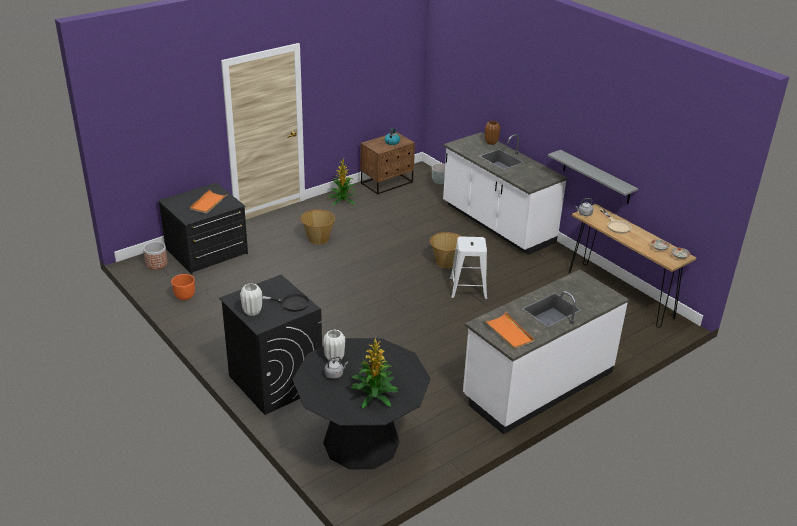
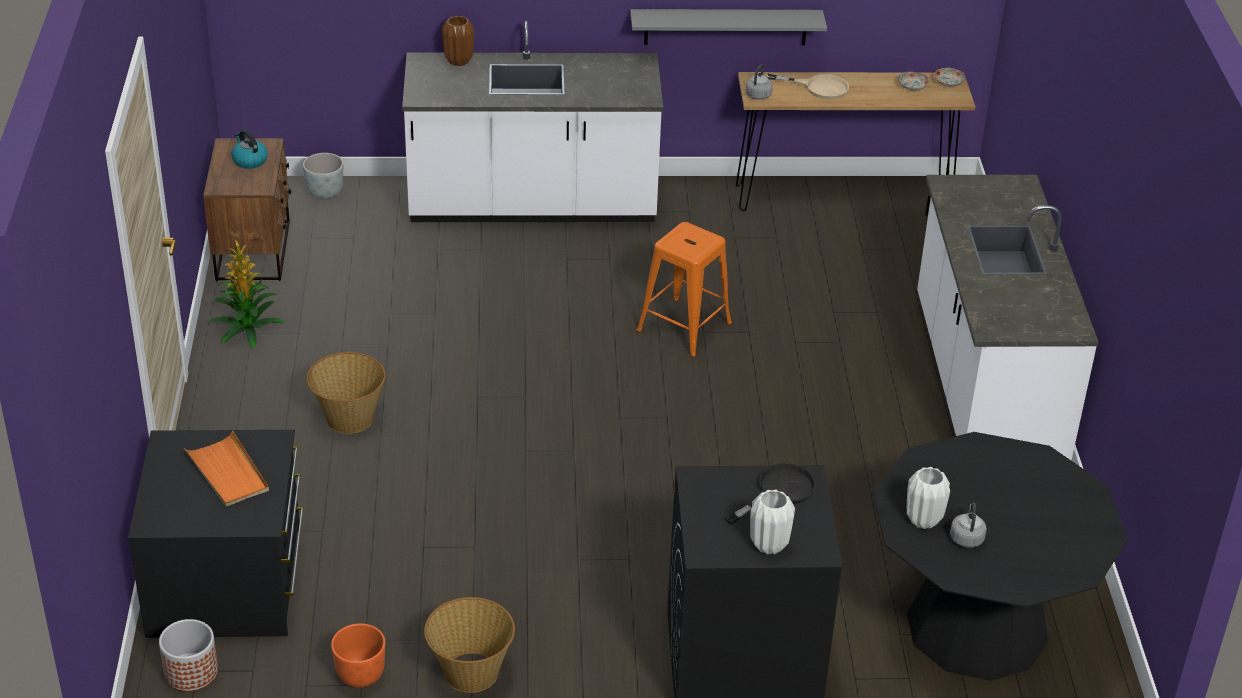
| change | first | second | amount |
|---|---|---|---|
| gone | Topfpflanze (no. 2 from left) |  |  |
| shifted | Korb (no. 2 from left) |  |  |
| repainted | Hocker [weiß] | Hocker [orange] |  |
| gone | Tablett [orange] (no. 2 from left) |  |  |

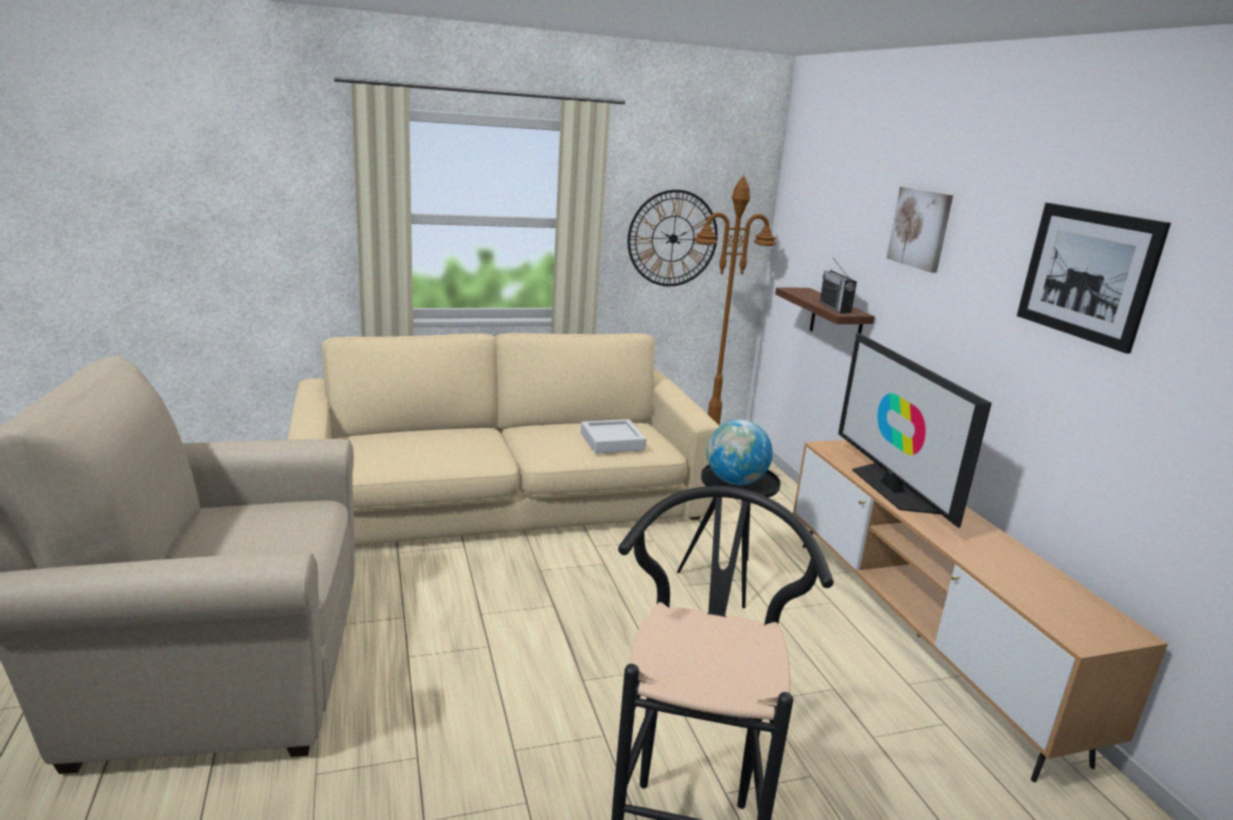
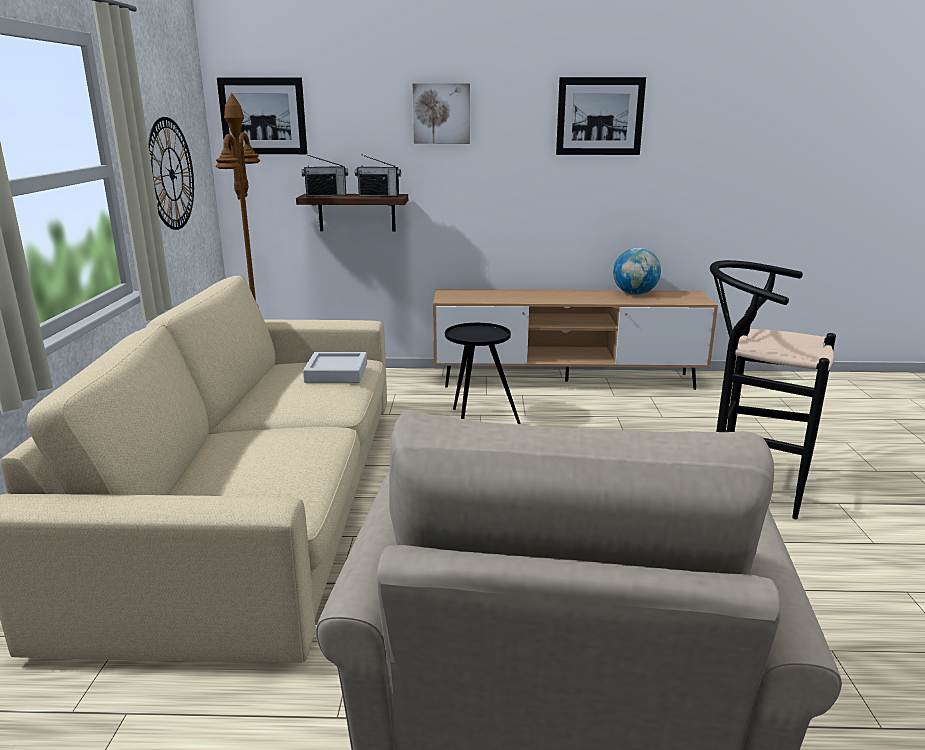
| change | first | second | amount |
|---|---|---|---|
| shifted | Globus |  |  |
| gone | Fernseher |  |  |
| new |  | Bild (no. 1 from left) |  |
| new |  | Radio (no. 1 from left) |  |

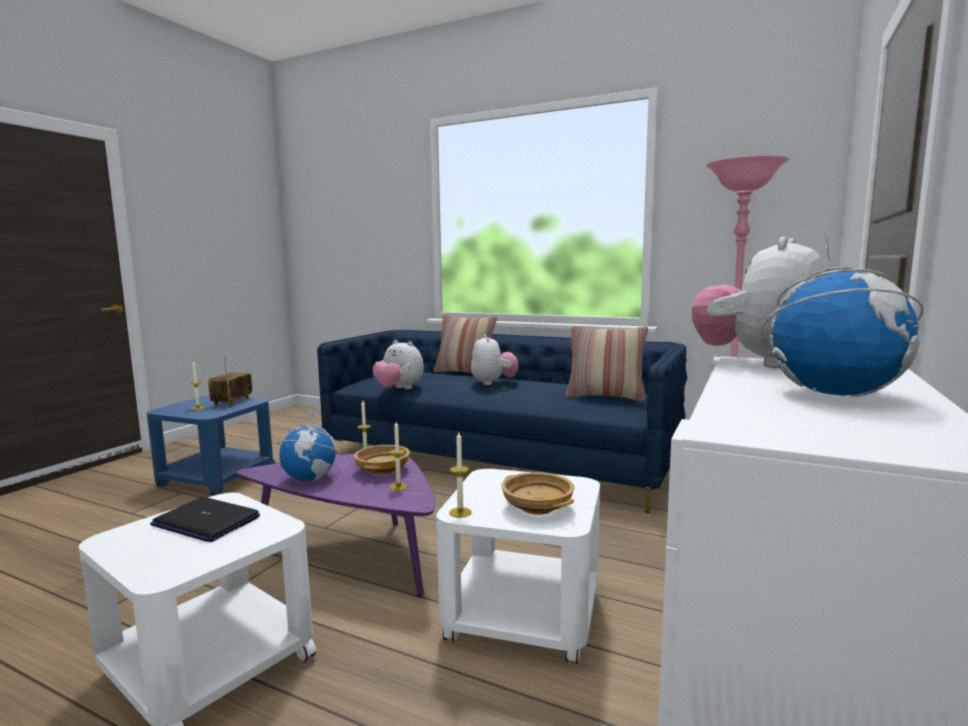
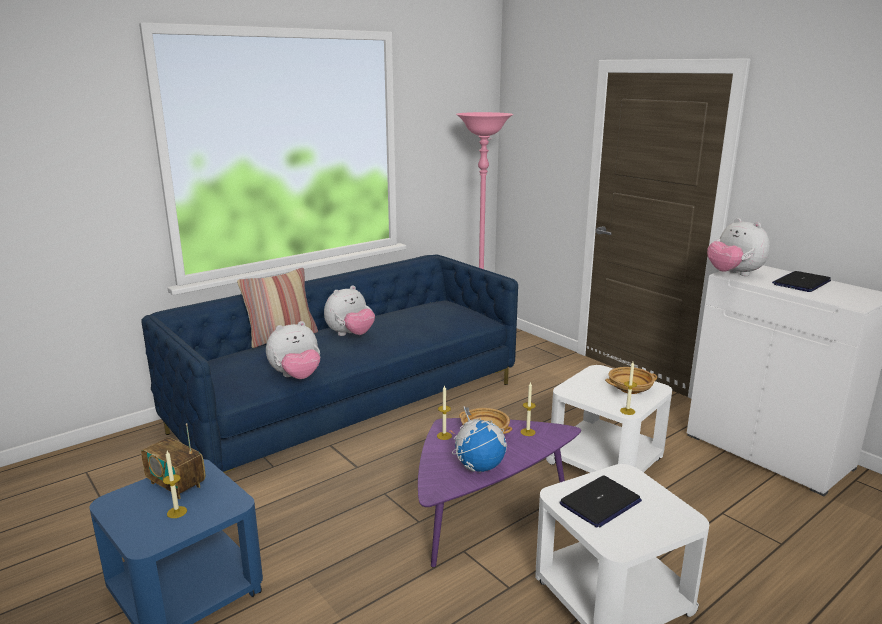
| change | first | second | amount |
|---|---|---|---|
| rotated | Plüschtier (no. 2 from left) |  | 120 degrees clockwise |
| gone | Kissen (no. 2 from left) |  |  |
| swapped | Globus (no. 2 from left) | Laptop (no. 2 from left) |  |

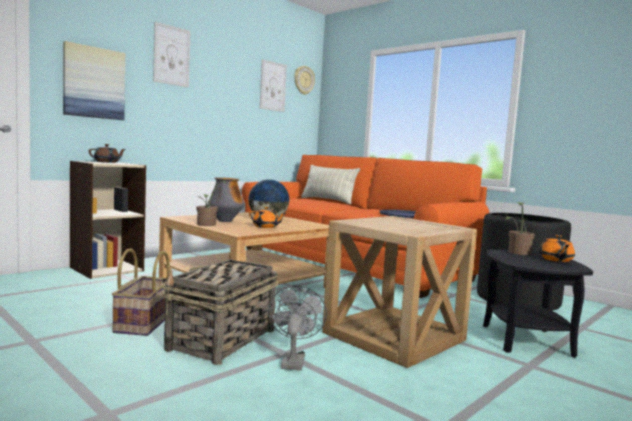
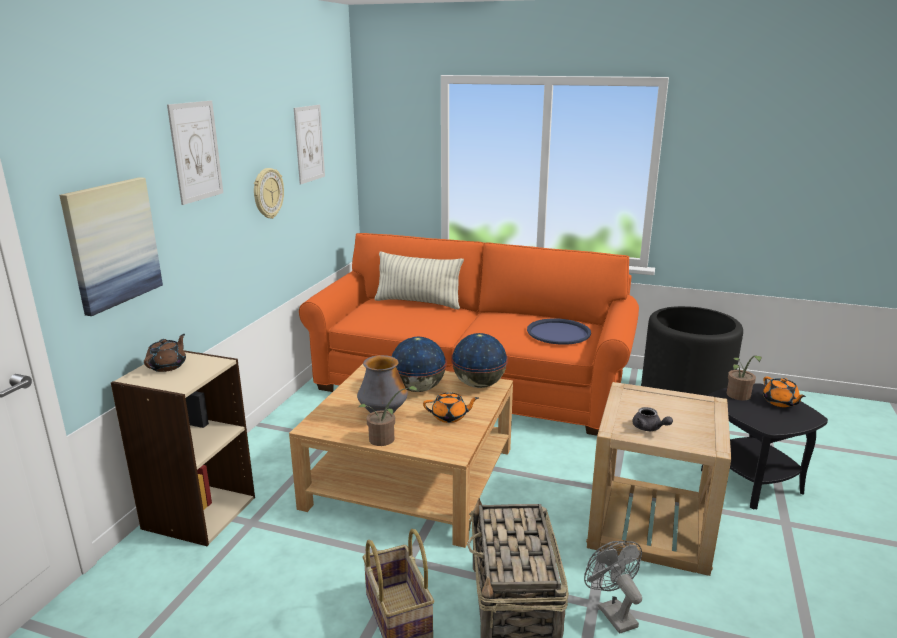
| change | first | second | amount |
|---|---|---|---|
| shifted | Wanduhr |  |  |
| new |  | Globus (no. 2 from left) |  |
| new |  | Teekanne [grau] |  |

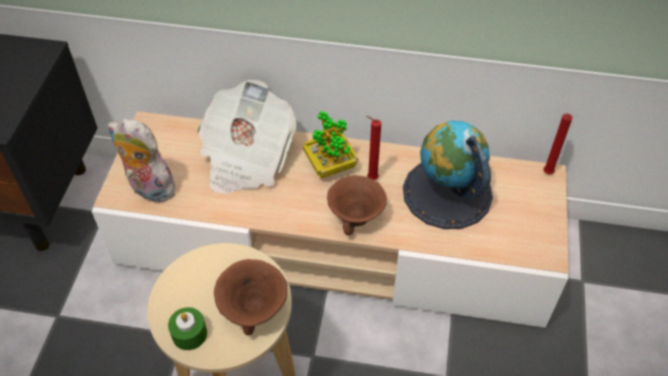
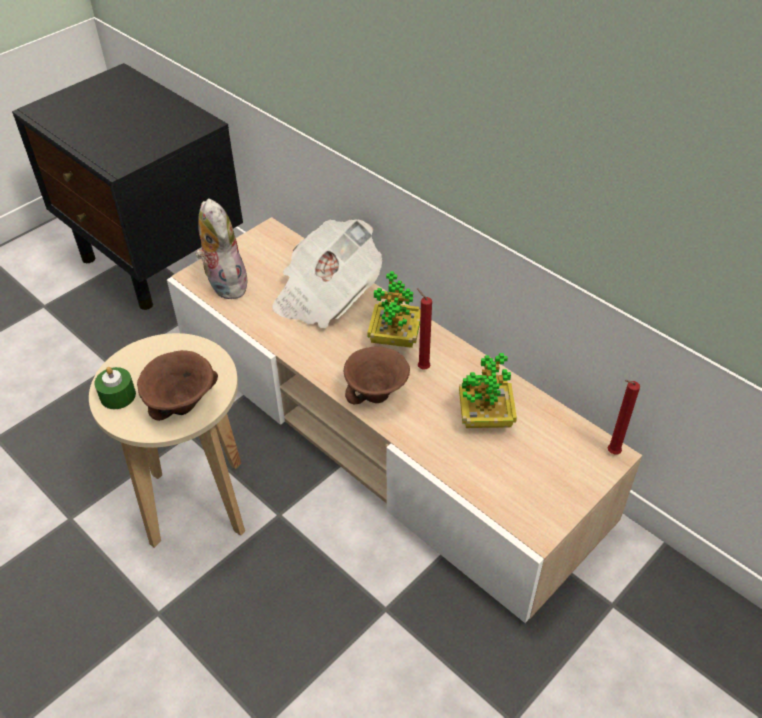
| change | first | second | amount |
|---|---|---|---|
| swapped | Globus | Topfpflanze (no. 2 from left) |  |

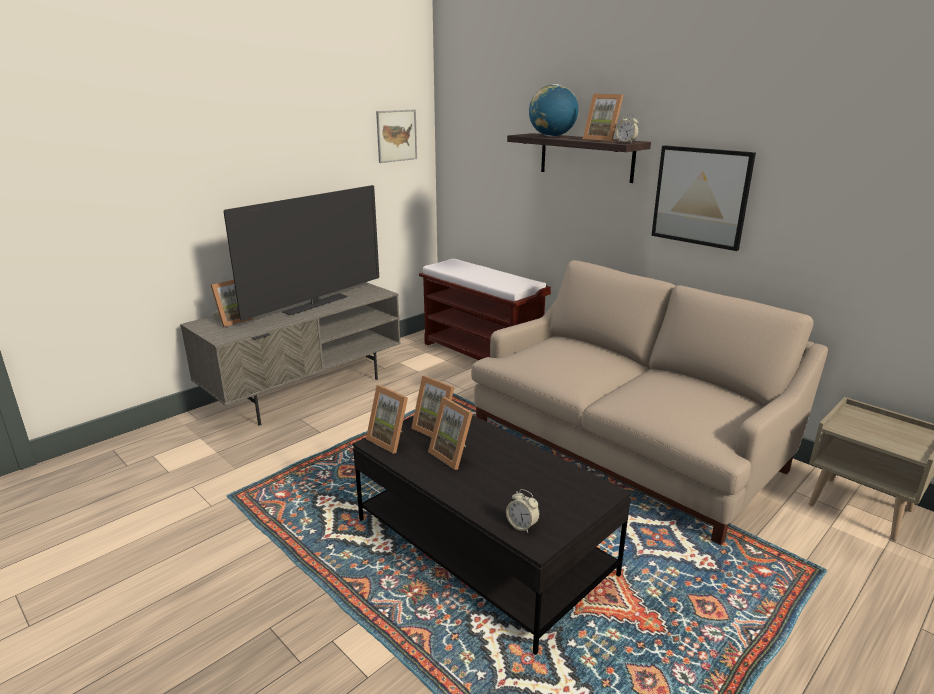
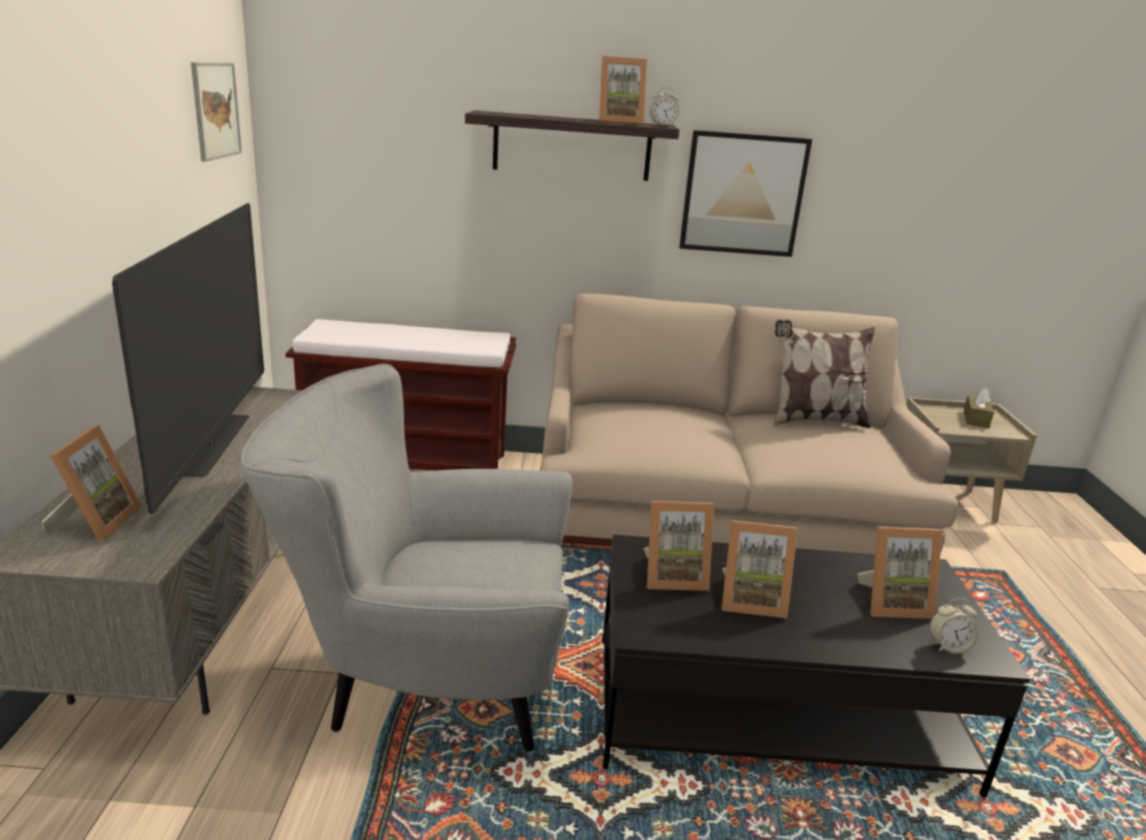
| change | first | second | amount |
|---|---|---|---|
| shifted | Bilderrahmen (no. 2 from left in the first image) | Bilderrahmen (no. 5 from left) |  |
| gone | Globus |  |  |
| new |  | Sessel [grau] |  |
| new |  | Kissen |  |
| new |  | Taschentuchbox [braun] |  |

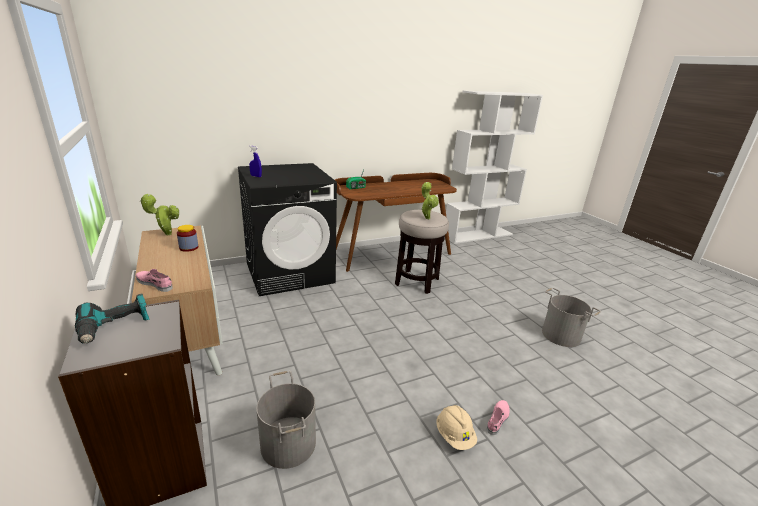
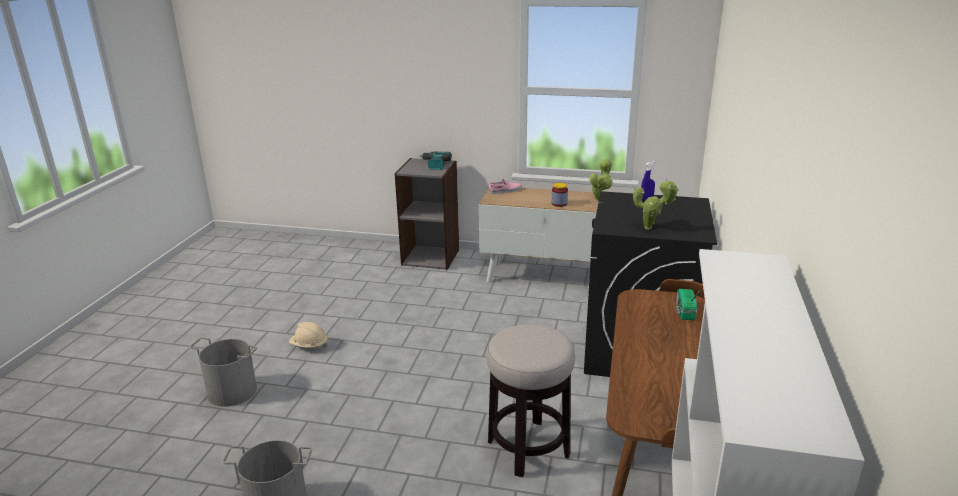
| change | first | second | amount |
|---|---|---|---|
| shifted | Eimer [grau] (no. 1 from left) |  |  |
| shifted | Topfpflanze (no. 2 from left) |  |  |
| gone | Schuh [rosa] (no. 2 from left) |  |  |

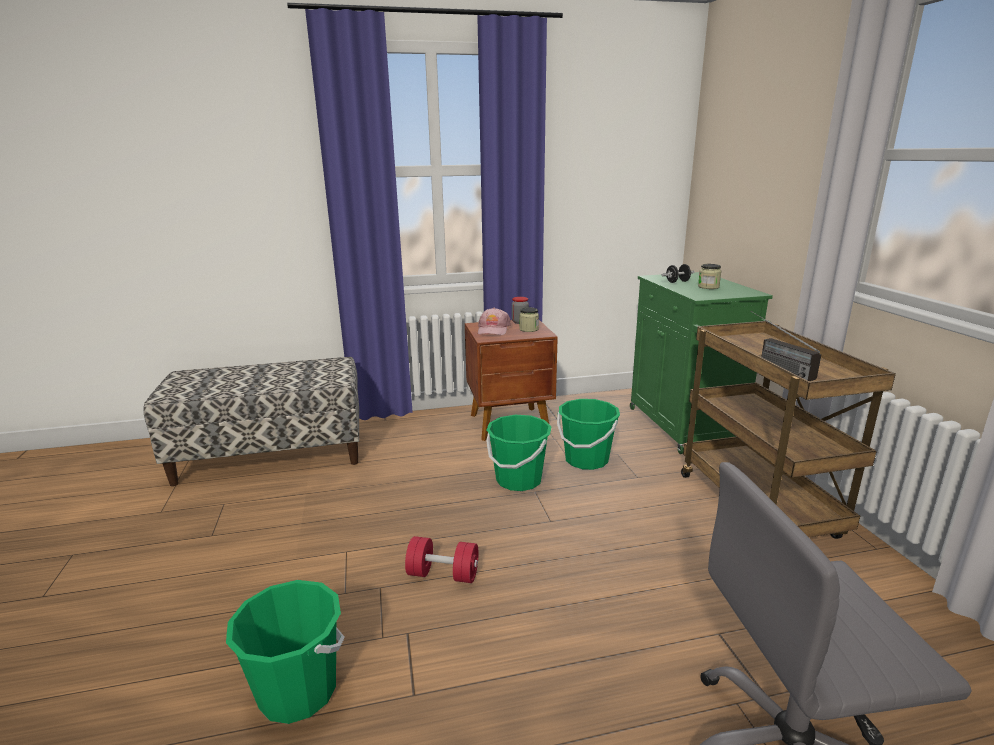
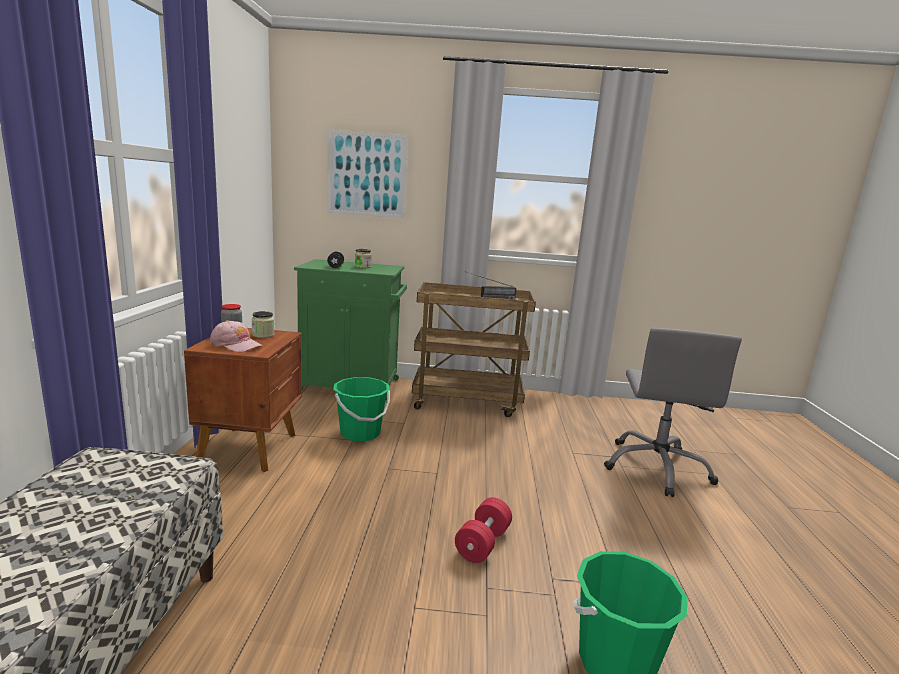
| change | first | second | amount |
|---|---|---|---|
| gone | Eimer [grün] (no. 2 from left) |  |  |
| new |  | Bild |  |

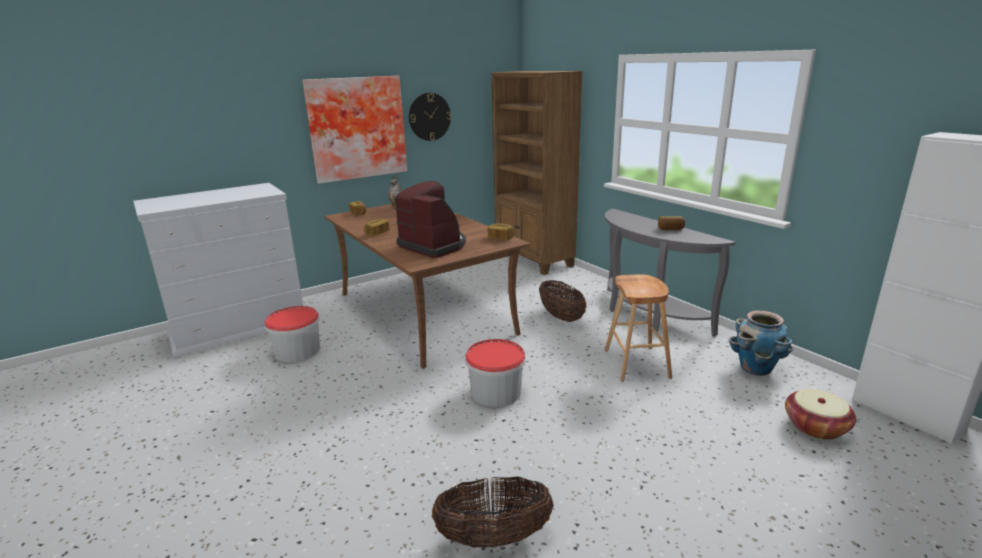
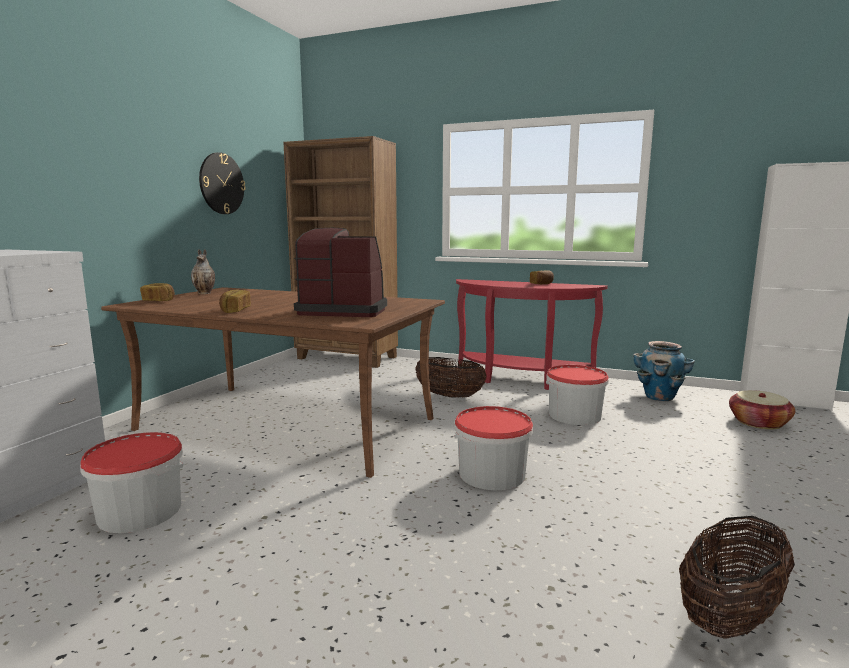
| change | first | second | amount |
|---|---|---|---|
| gone | Bild |  |  |
| gone | Brot (no. 3 from left) |  |  |
| repainted | Konsolentisch [grau] | Konsolentisch [rot] |  |
| swapped | Hocker [braun] | Eimer (no. 3 from left) |  |

